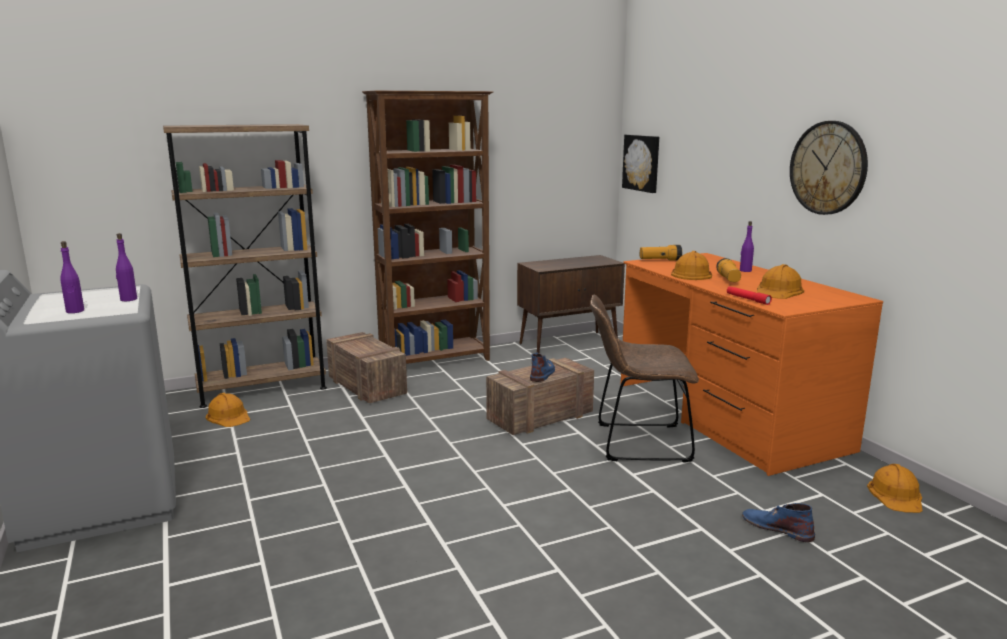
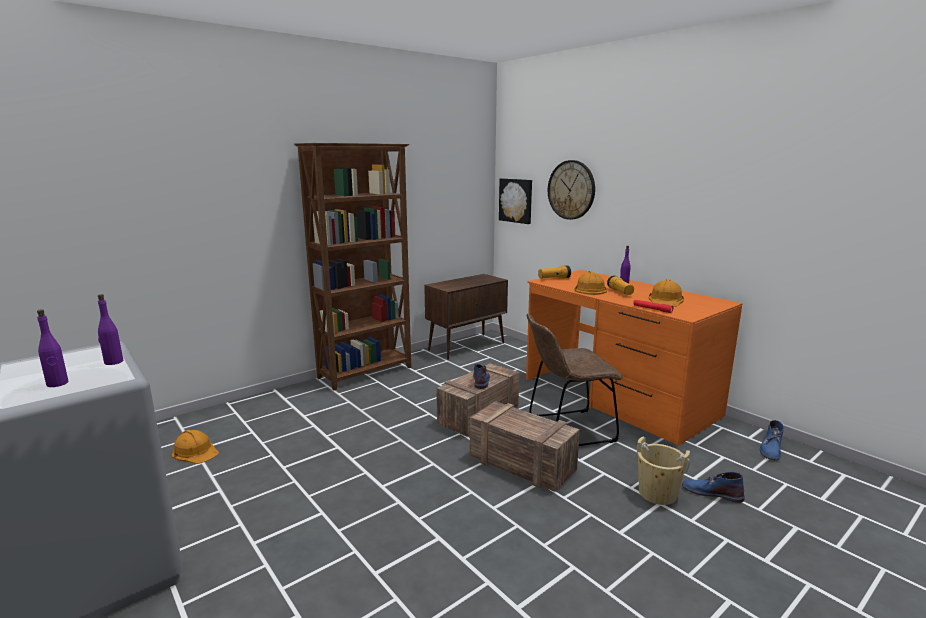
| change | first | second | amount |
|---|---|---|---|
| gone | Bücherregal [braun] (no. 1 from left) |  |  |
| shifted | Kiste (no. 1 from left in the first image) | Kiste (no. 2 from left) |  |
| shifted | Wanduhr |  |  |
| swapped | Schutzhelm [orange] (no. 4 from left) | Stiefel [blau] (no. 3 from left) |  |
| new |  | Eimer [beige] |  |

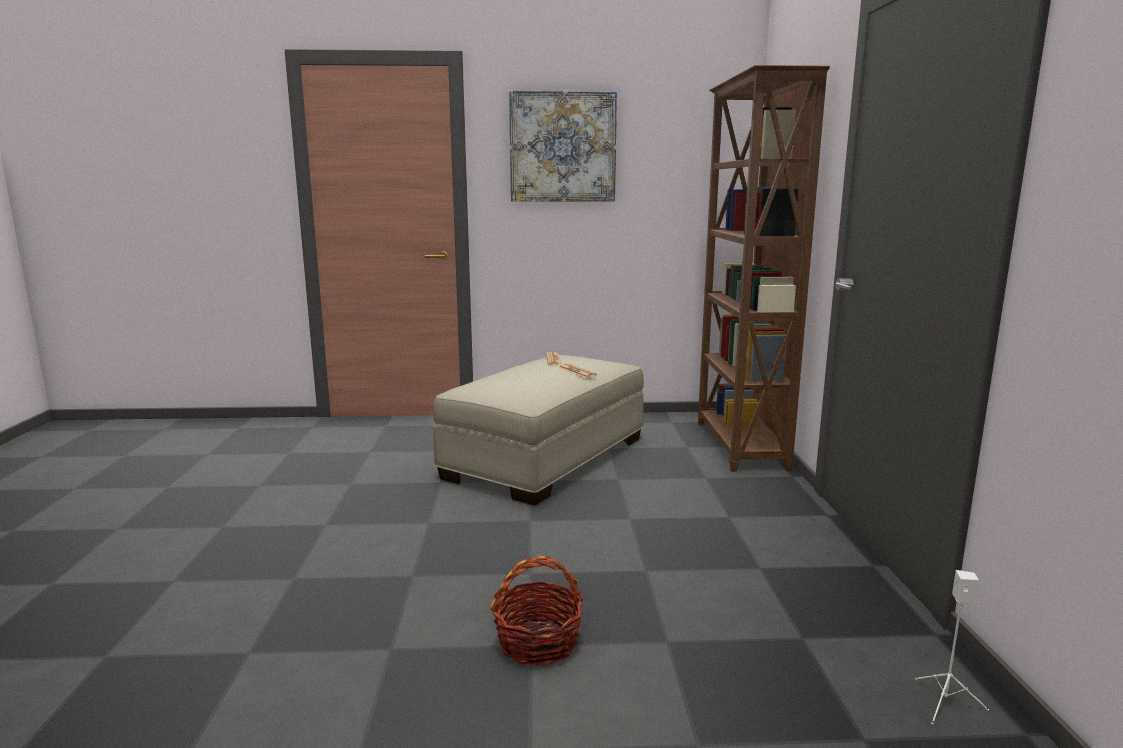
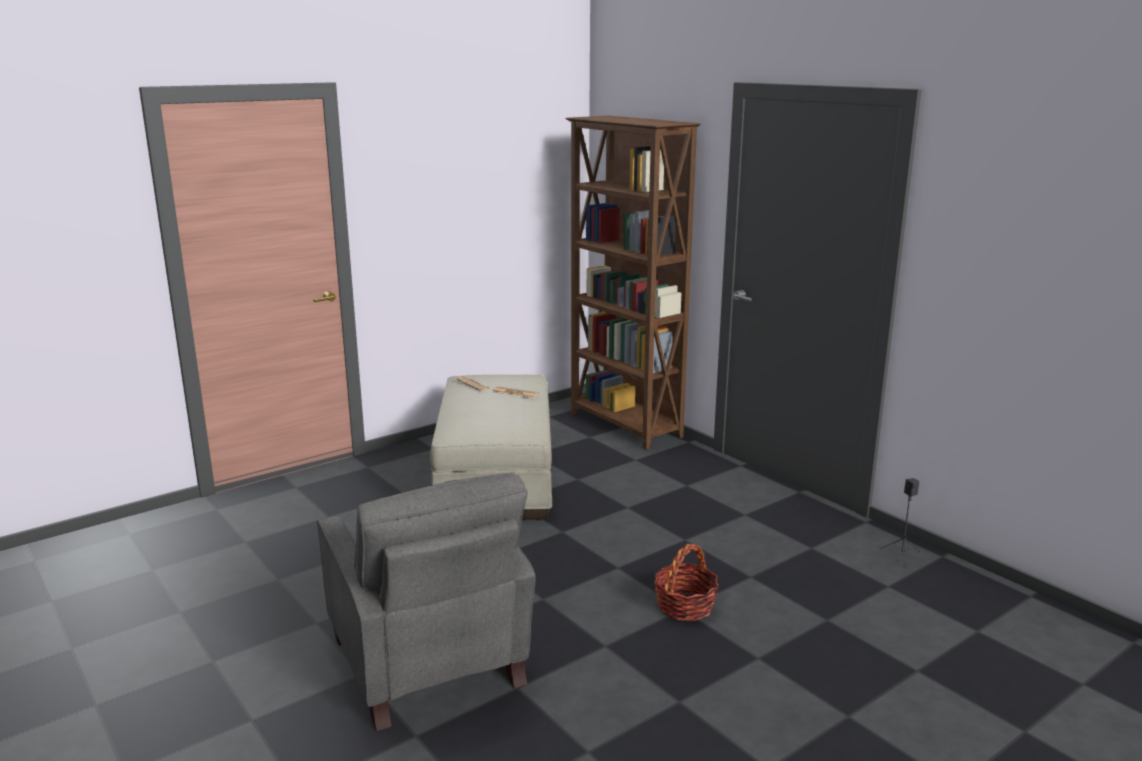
| change | first | second | amount |
|---|---|---|---|
| gone | Bild |  |  |
| repainted | Lautsprecher [weiß] | Lautsprecher [schwarz] |  |
| new |  | Sessel [grau] |  |

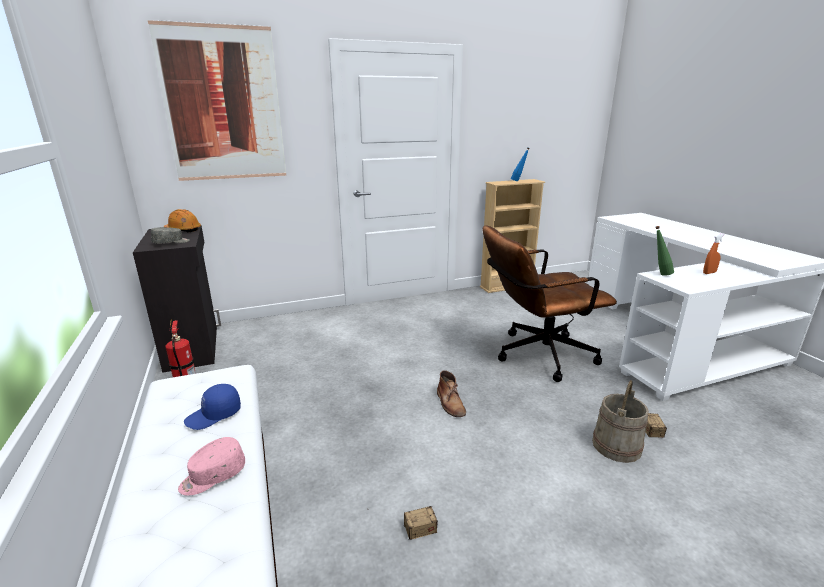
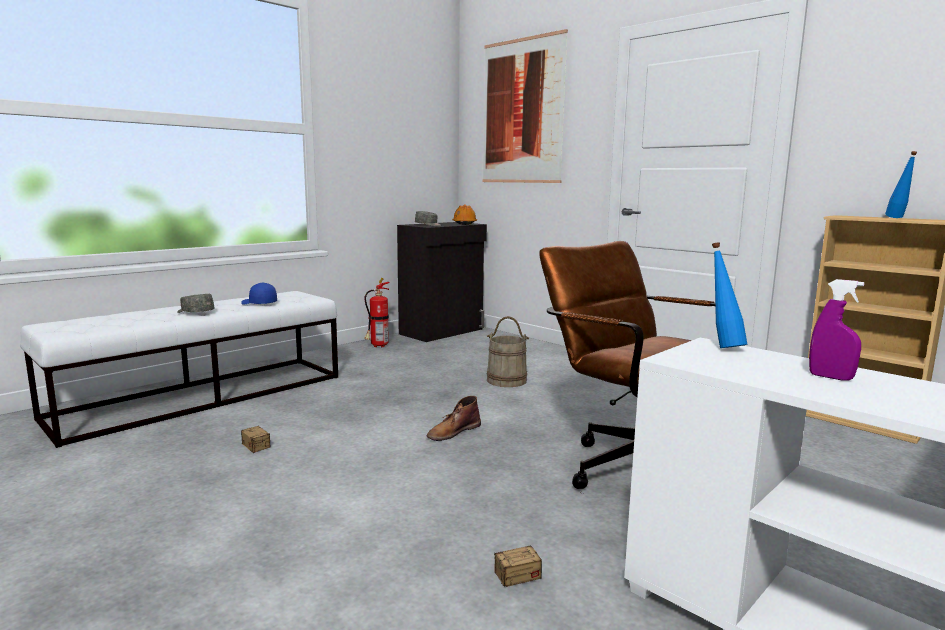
| change | first | second | amount |
|---|---|---|---|
| repainted | Kappe [rosa] | Kappe [grau] (no. 1 from left) |  |
| shifted | Eimer [beige] |  |  |
| repainted | Flasche [grün] | Flasche [blau] (no. 1 from left) |  |
| repainted | Sprühflasche [orange] | Sprühflasche [lila] |  |

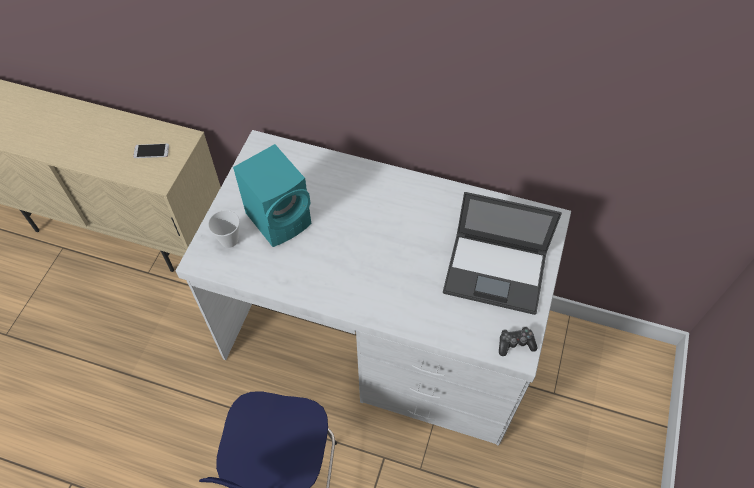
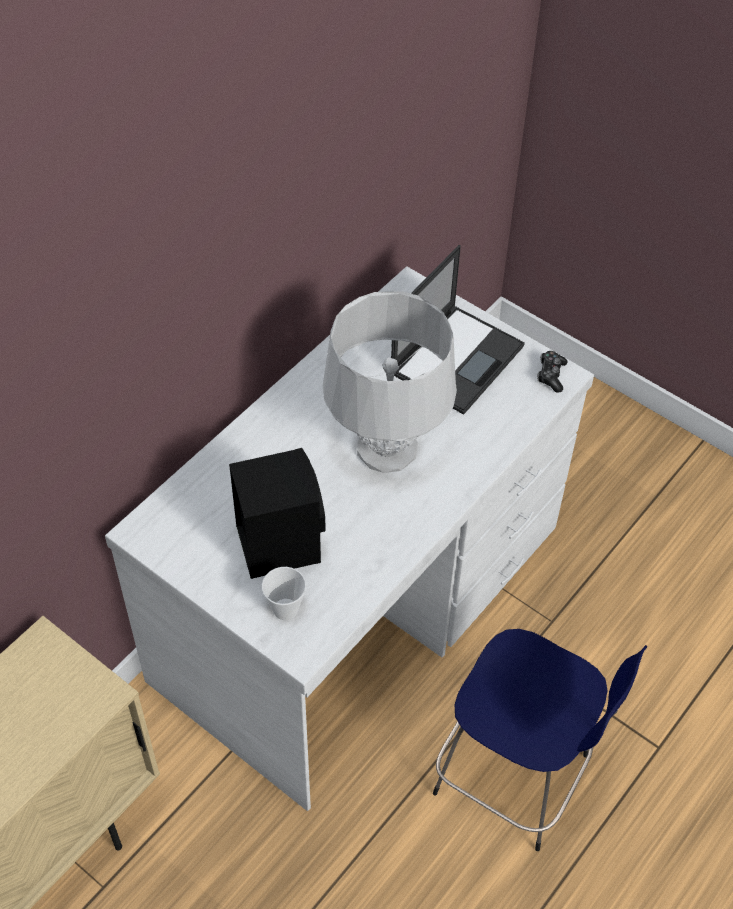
| change | first | second | amount |
|---|---|---|---|
| gone | Handy |  |  |
| repainted | Lautsprecher [türkis] | Lautsprecher [schwarz] |  |
| new |  | Tischlampe [grau] |  |

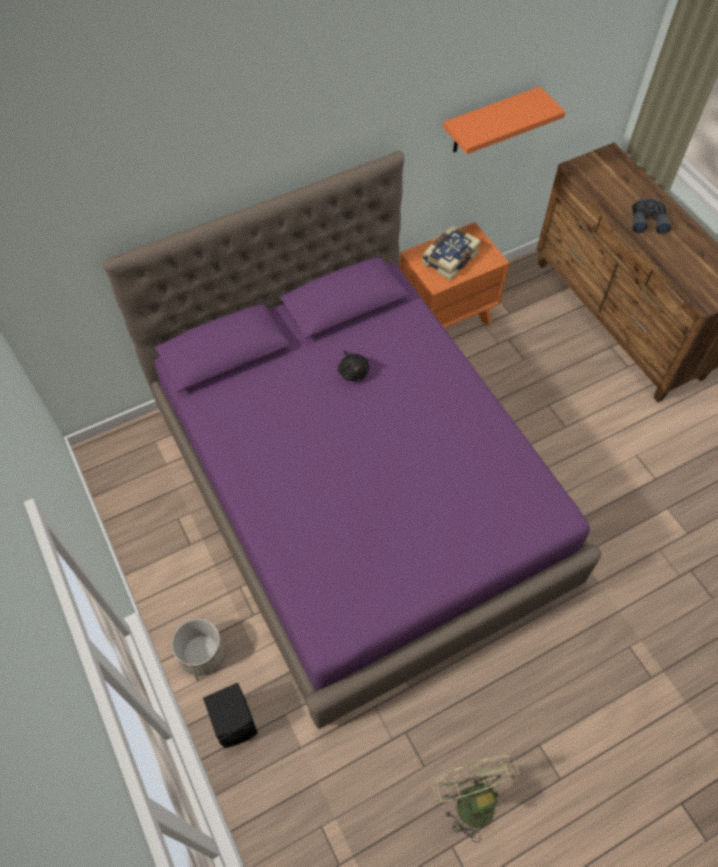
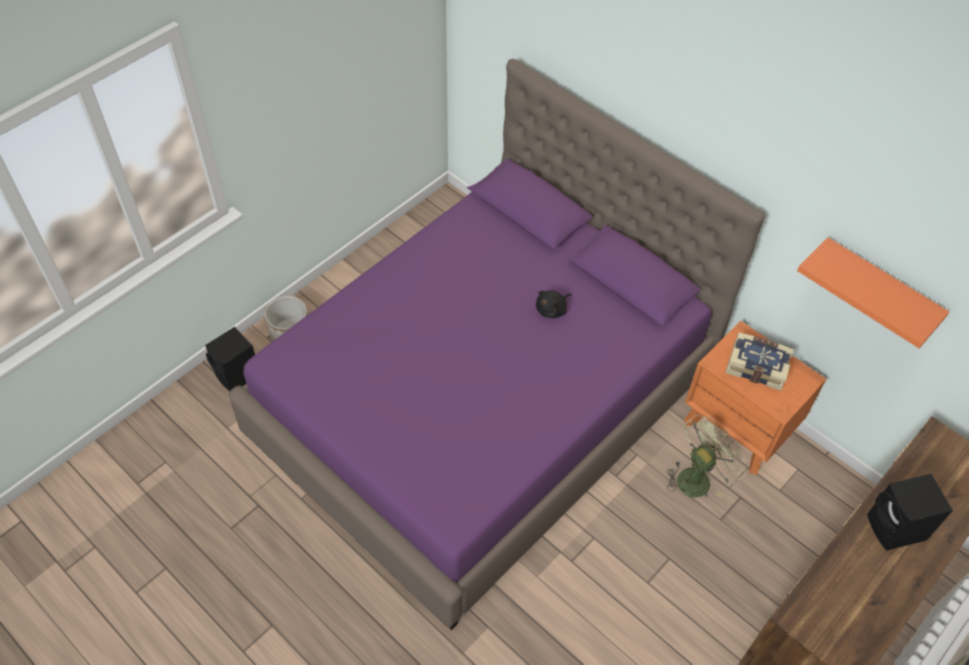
| change | first | second | amount |
|---|---|---|---|
| shifted | Ventilator [grün] |  |  |
| swapped | Fernglas [grau] | Lautsprecher [schwarz] (no. 2 from left) |  |

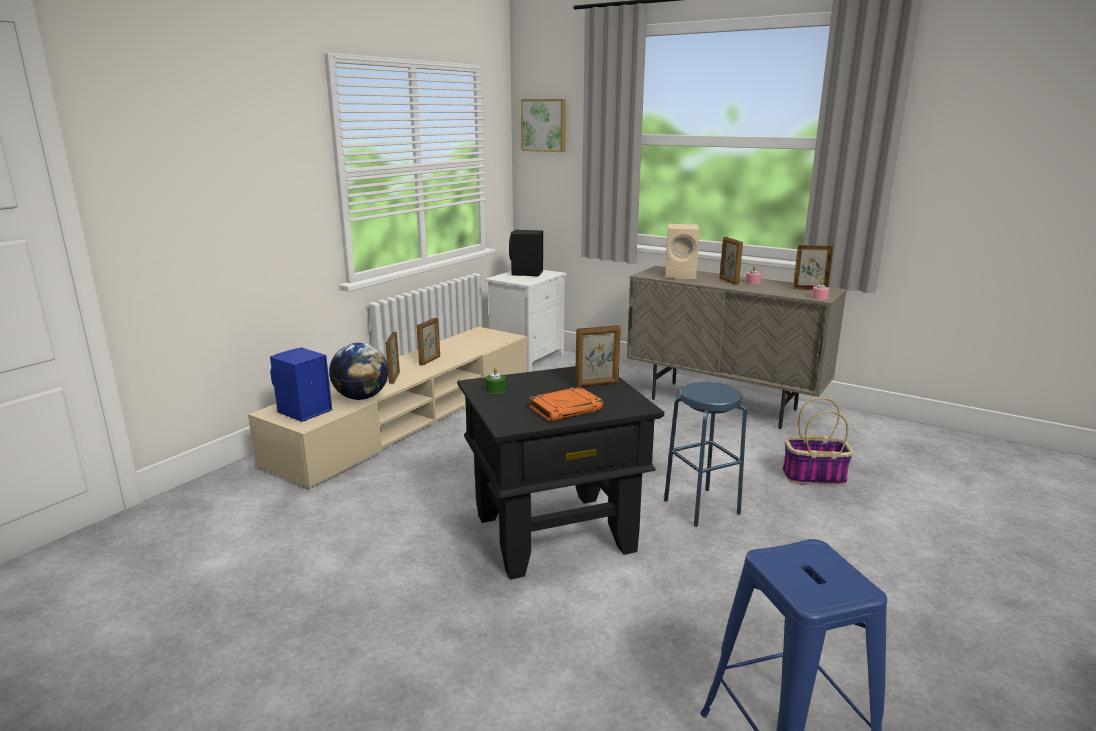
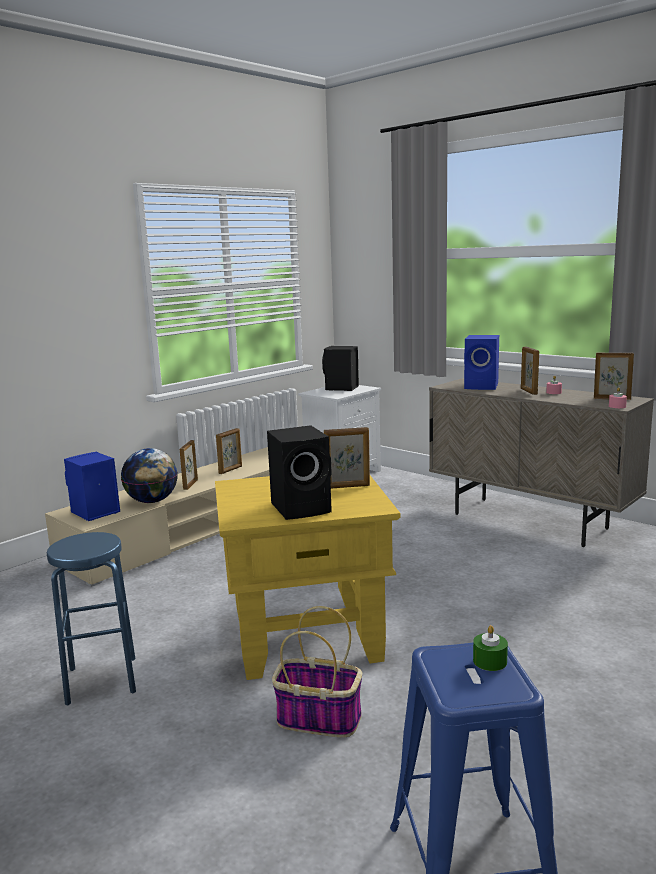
| change | first | second | amount |
|---|---|---|---|
| repainted | Beistelltisch [schwarz] | Beistelltisch [gelb] |  |
| shifted | Kerze [grün] |  |  |
| gone | Bild |  |  |
| swapped | Buch [orange] | Lautsprecher [schwarz] (no. 1 from left) |  |
| shifted | Hocker [blau] (no. 1 from left) |  |  |
| repainted | Lautsprecher [beige] | Lautsprecher [blau] (no. 2 from left) |  |
| shifted | Korb |  |  |

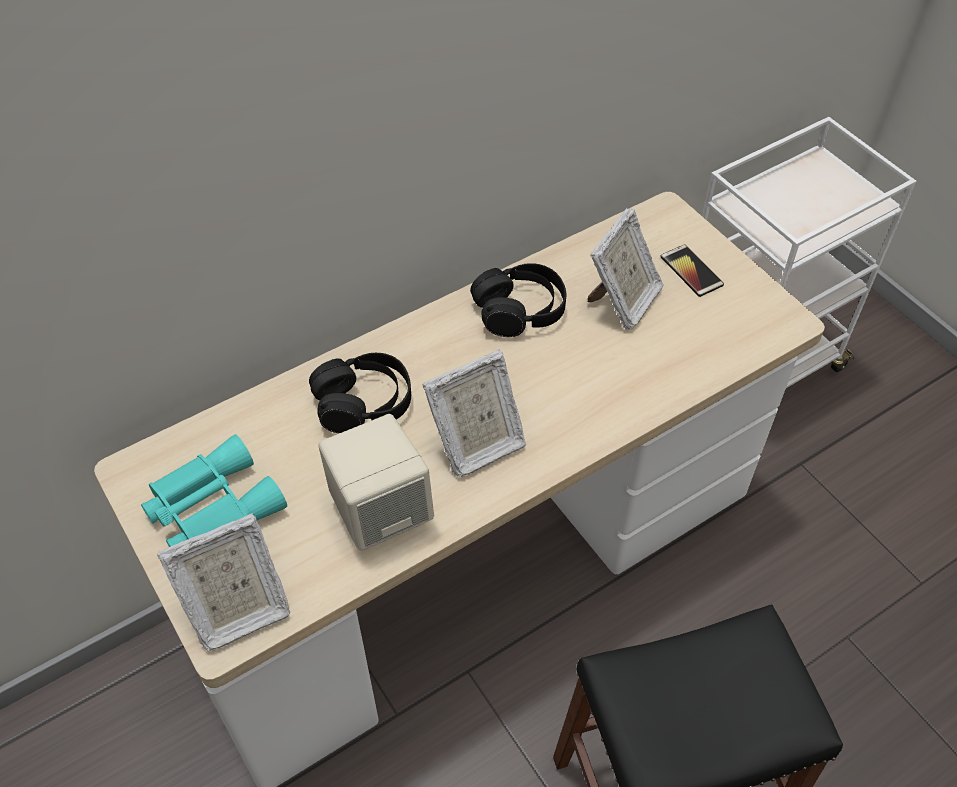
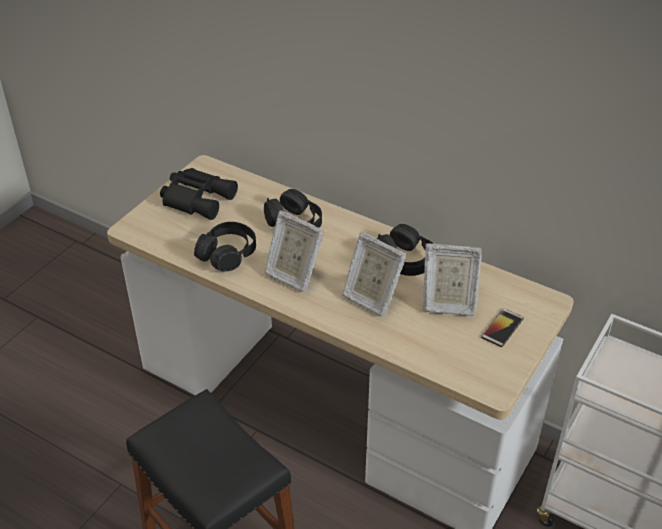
| change | first | second | amount |
|---|---|---|---|
| repainted | Fernglas [türkis] | Fernglas [schwarz] |  |
| shifted | Bilderrahmen (no. 1 from left in the first image) | Bilderrahmen (no. 2 from left) |  |
| swapped | Lautsprecher [beige] | Kopfhörer [schwarz] (no. 1 from left) |  |

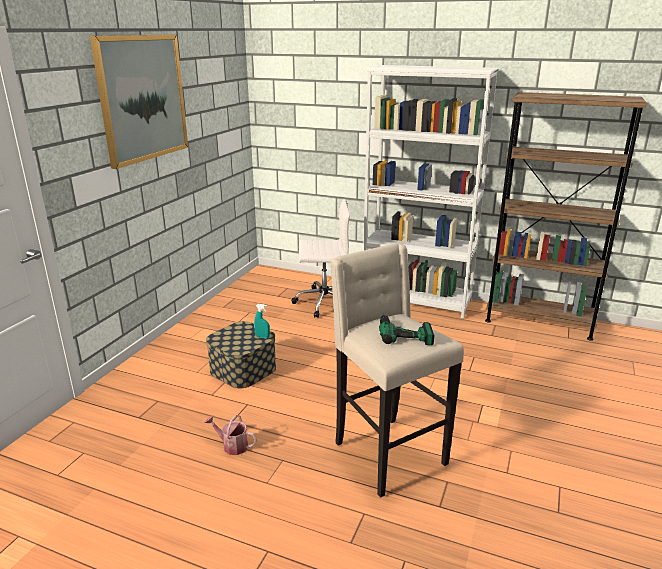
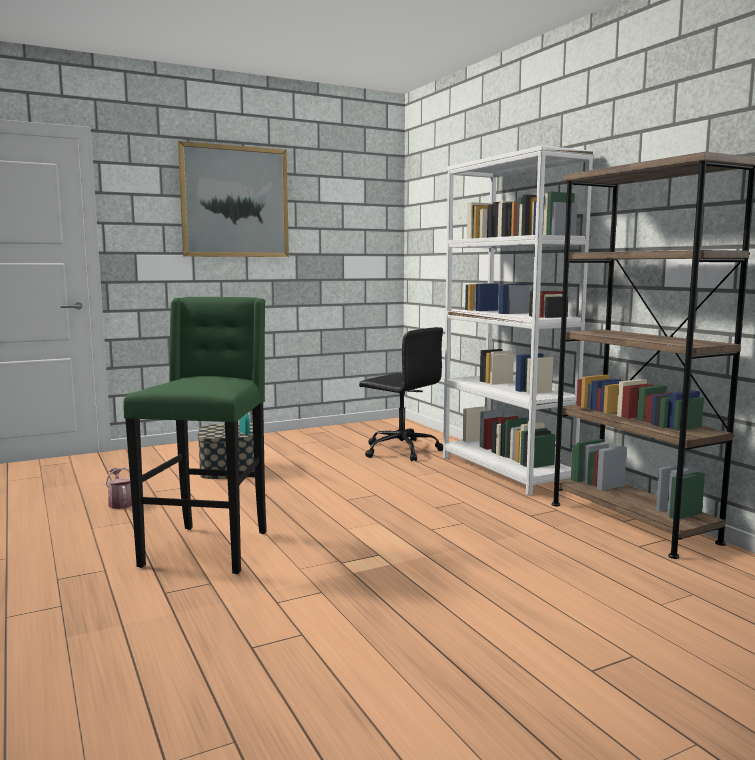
| change | first | second | amount |
|---|---|---|---|
| repainted | Bürostuhl [weiß] | Bürostuhl [schwarz] |  |
| repainted | Hocker [beige] | Hocker [grün] |  |
| gone | Bohrmaschine |  |  |

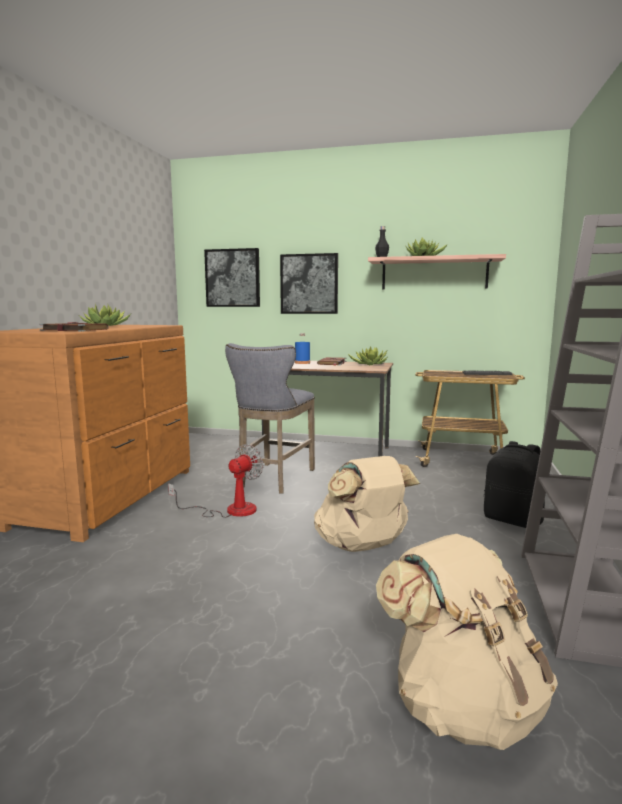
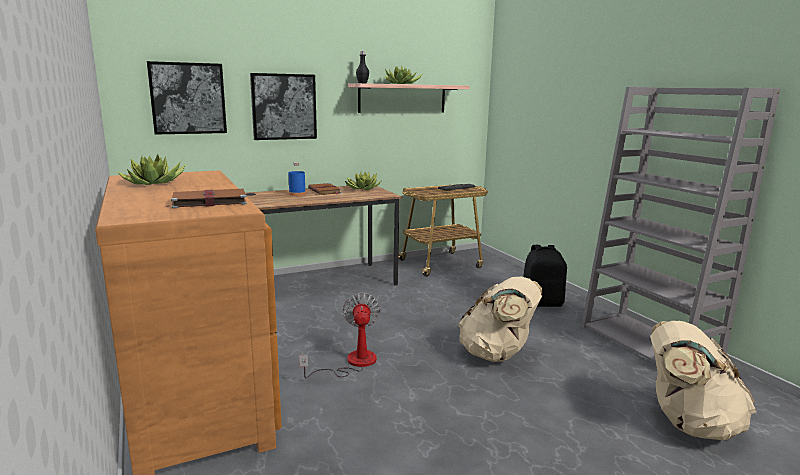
| change | first | second | amount |
|---|---|---|---|
| gone | Hocker [grau] |  |  |

